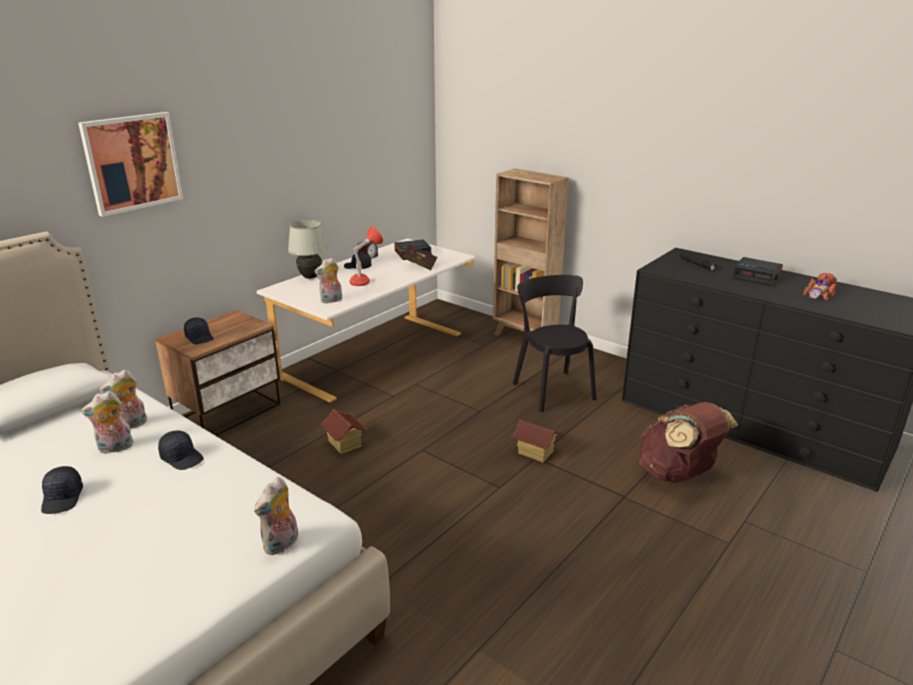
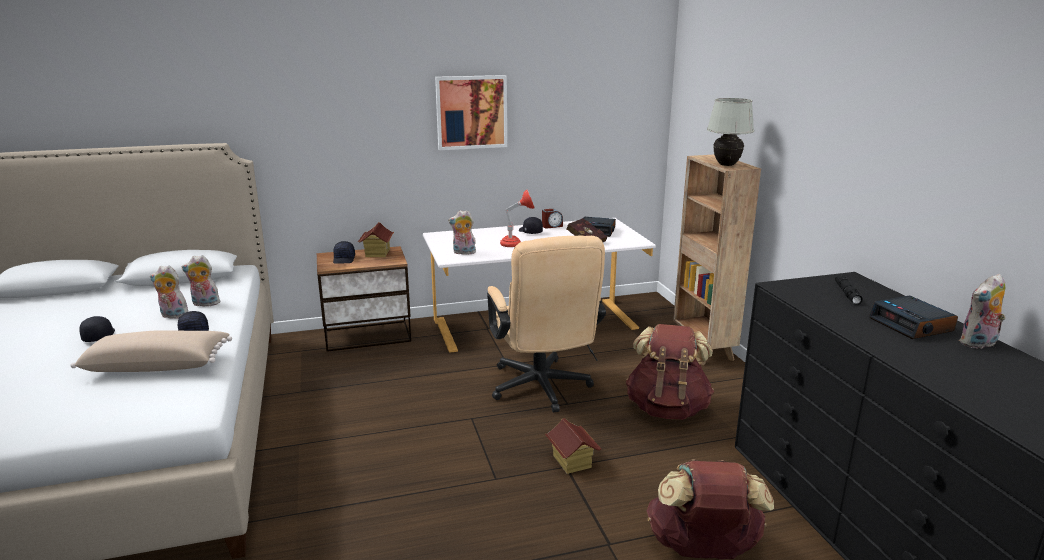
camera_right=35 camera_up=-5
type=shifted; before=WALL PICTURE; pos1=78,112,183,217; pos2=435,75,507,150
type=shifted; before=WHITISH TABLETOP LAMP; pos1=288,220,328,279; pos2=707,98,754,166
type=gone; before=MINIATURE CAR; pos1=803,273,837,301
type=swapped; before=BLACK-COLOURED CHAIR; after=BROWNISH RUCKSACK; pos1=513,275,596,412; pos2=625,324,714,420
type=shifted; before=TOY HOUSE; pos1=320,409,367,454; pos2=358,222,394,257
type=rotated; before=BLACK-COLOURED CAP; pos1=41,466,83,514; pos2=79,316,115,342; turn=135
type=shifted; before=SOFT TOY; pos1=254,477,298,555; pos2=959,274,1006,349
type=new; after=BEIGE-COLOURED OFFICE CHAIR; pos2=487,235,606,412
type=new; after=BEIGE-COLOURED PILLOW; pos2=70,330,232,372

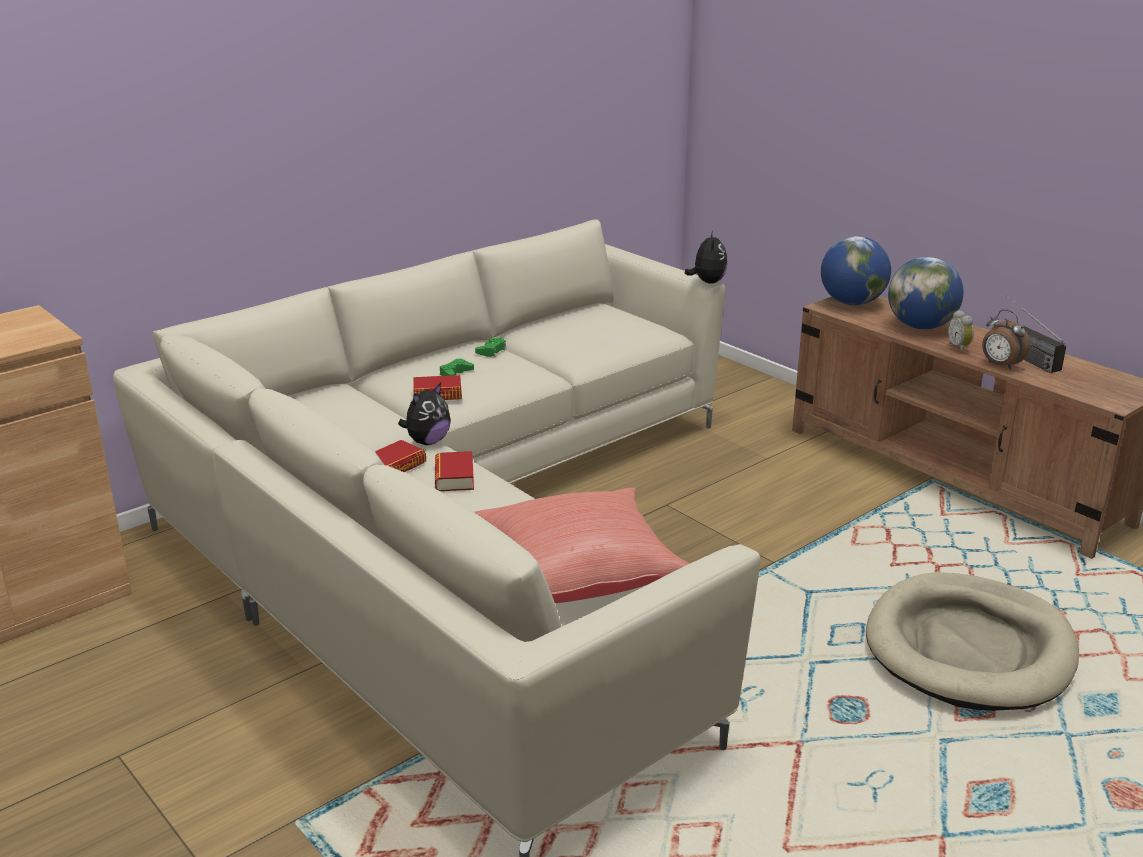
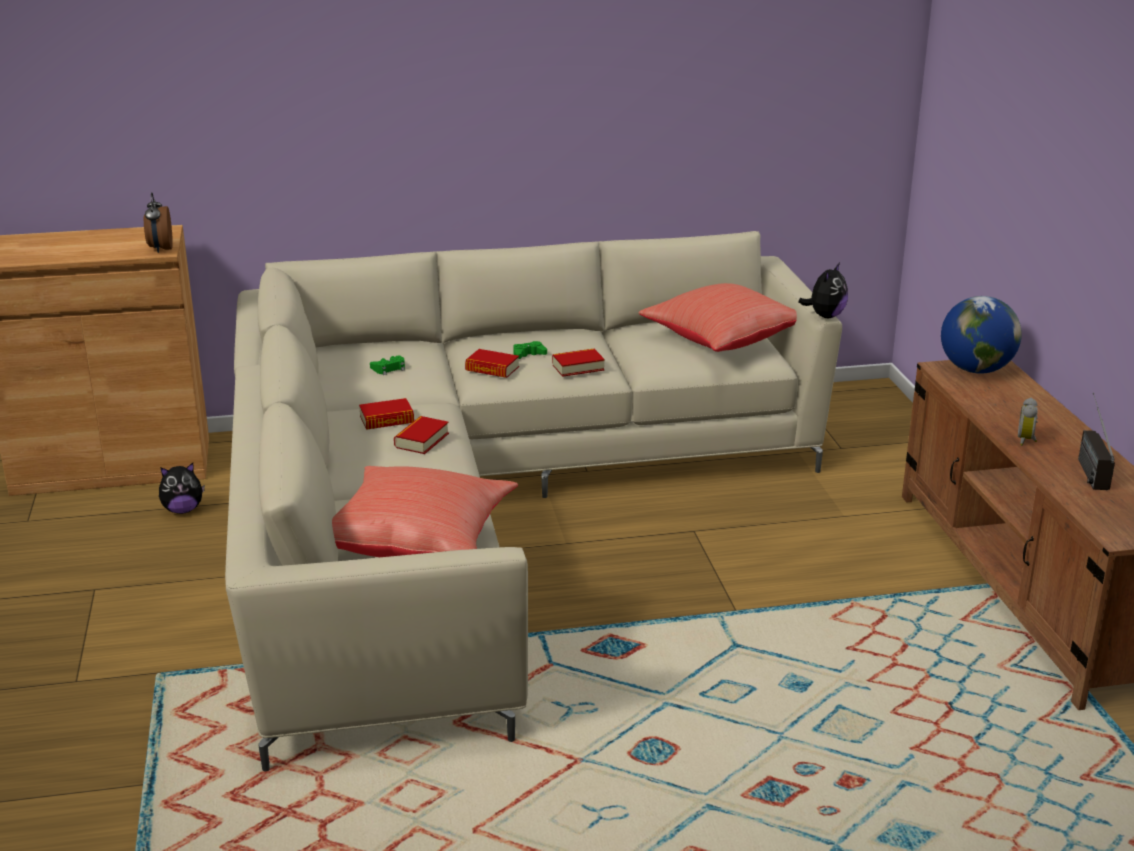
camera_right=30 camera_up=0
type=gone; before=DESK GLOBE; pos1=888,257,964,330
type=shifted; before=ALARM CLOCK; pos1=982,309,1030,369; pos2=144,192,173,253
type=shifted; before=GREEN JOYPAD; pos1=475,338,506,357; pos2=370,355,405,375
type=shifted; before=SOFT TOY; pos1=398,383,451,445; pos2=159,463,205,514
type=gone; before=BEIGE-COLOURED DOG BED; pos1=866,572,1079,711
type=new; after=REDDISH PILLOW; pos2=639,283,797,352
type=new; after=VOLUME; pos2=552,349,605,377

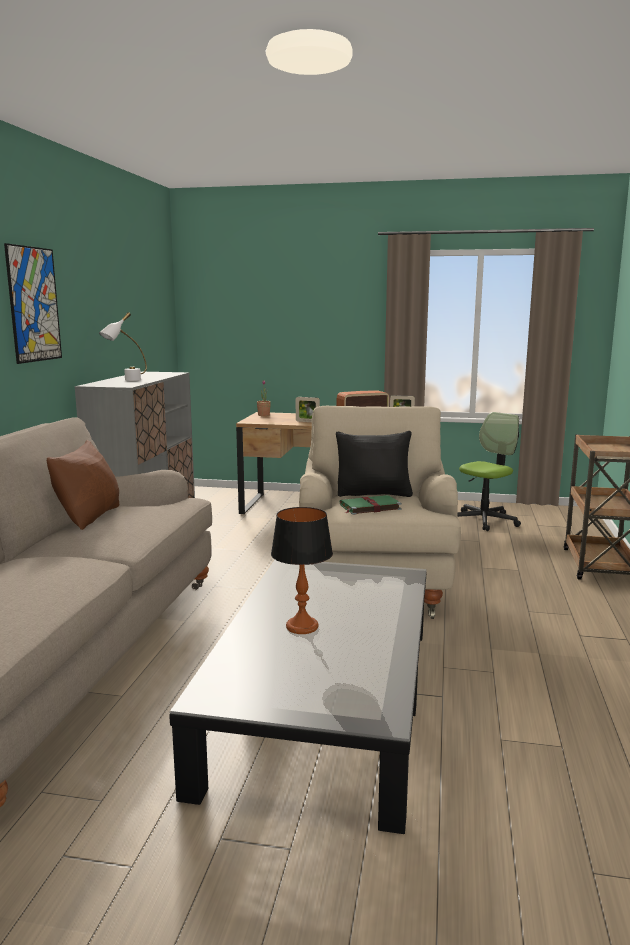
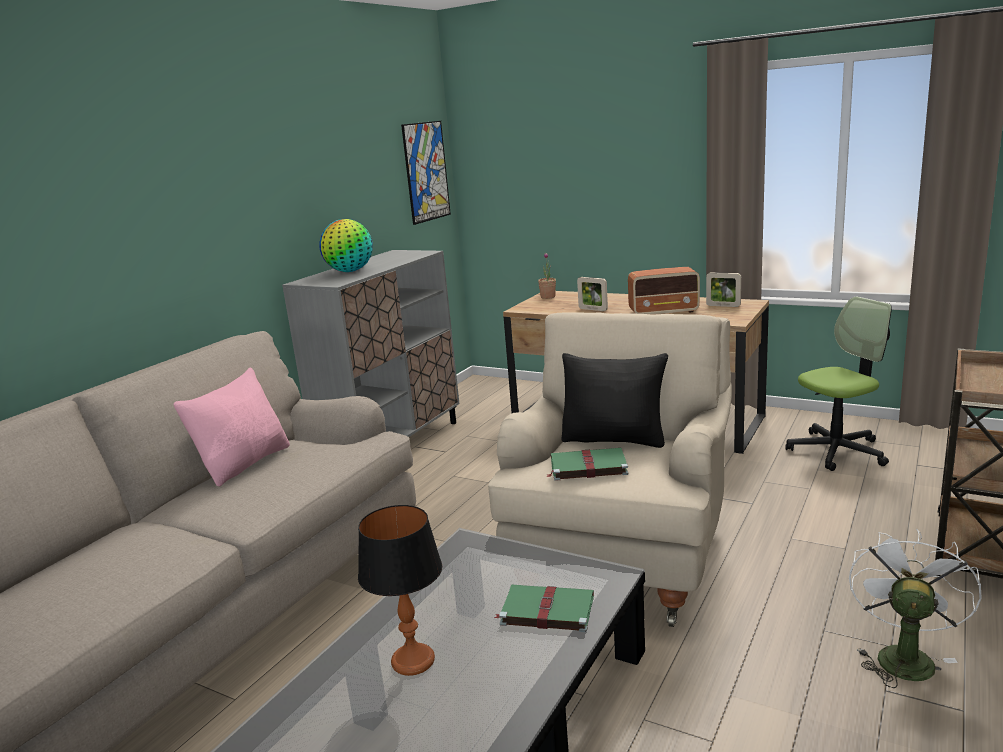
camera_right=20 camera_up=5
type=shifted; before=WALL PICTURE; pos1=4,243,62,364; pos2=401,121,451,225
type=swapped; before=WHITISH TABLETOP LAMP; after=DESK GLOBE; pos1=99,312,147,381; pos2=319,219,373,272
type=repainted; before=BROWNISH PILLOW; after=PINK PILLOW; pos1=47,440,119,530; pos2=174,368,290,487
type=new; after=WHITISH COOLING FAN; pos2=849,529,982,688
type=new; after=GREEN VOLUME; pos2=495,585,594,632

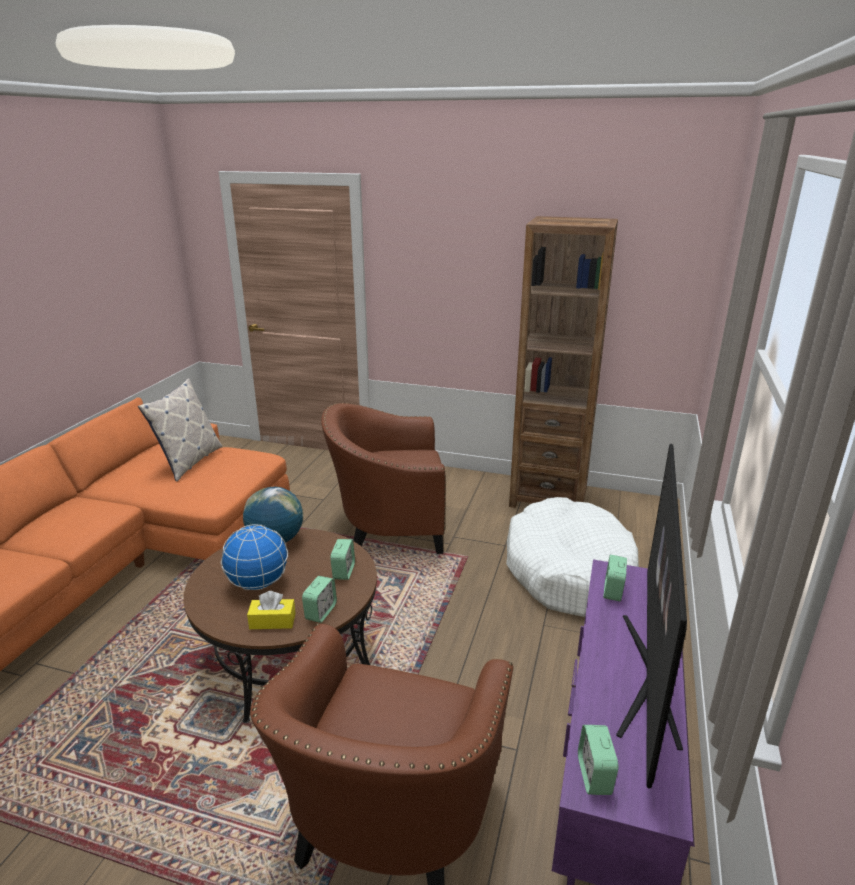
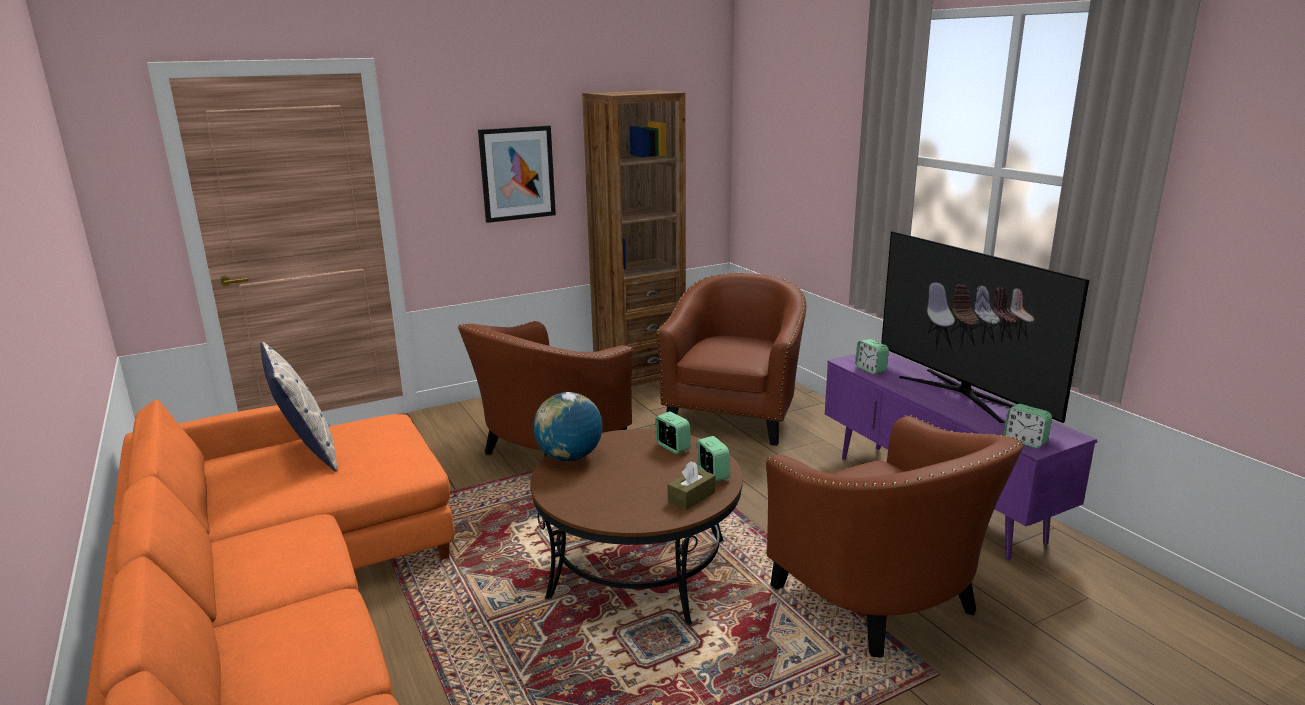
camera_right=-45 camera_up=-5
type=swapped; before=WHITISH DOG BED; after=BROWNISH LOUNGE CHAIR; pos1=506,497,639,617; pos2=656,272,806,446
type=gone; before=DESK GLOBE; pos1=221,524,288,590
type=repainted; before=YELLOWISH TISSUE BOX; after=BROWNISH TISSUE BOX; pos1=247,591,296,629; pos2=668,461,716,510
type=new; after=WALL PICTURE; pos2=478,125,556,223

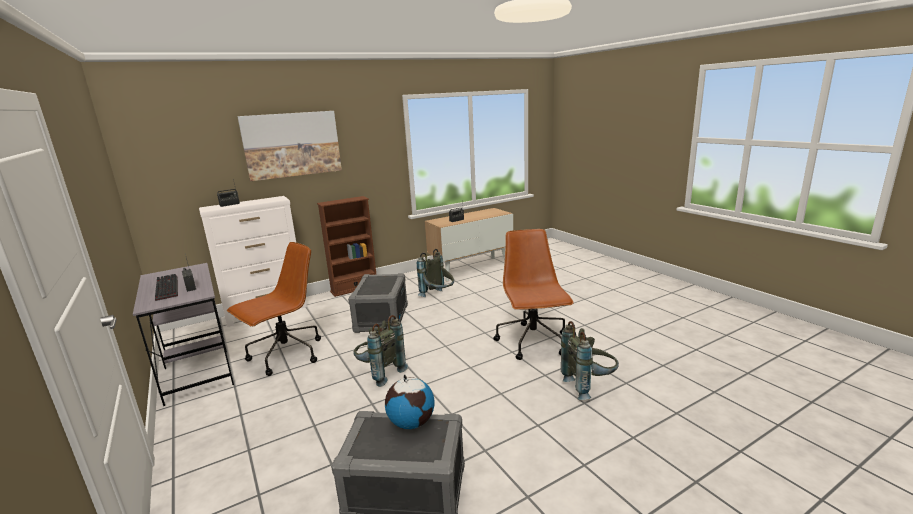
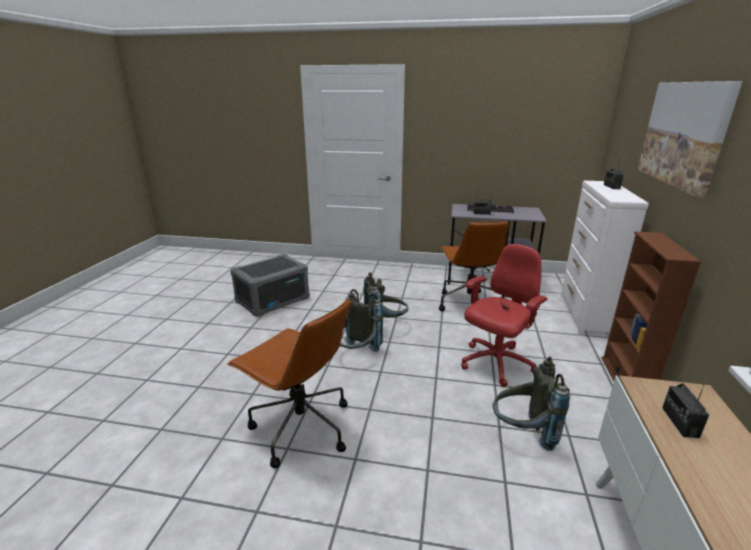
camera_right=130 camera_up=5
type=swapped; before=GREY STORAGE BOX; after=REDDISH OFFICE CHAIR; pos1=348,273,408,333; pos2=462,244,547,387
type=shifted; before=GREY RUCKSACK; pos1=561,321,619,400; pos2=340,289,383,352
type=gone; before=DESK GLOBE; pos1=385,374,435,429

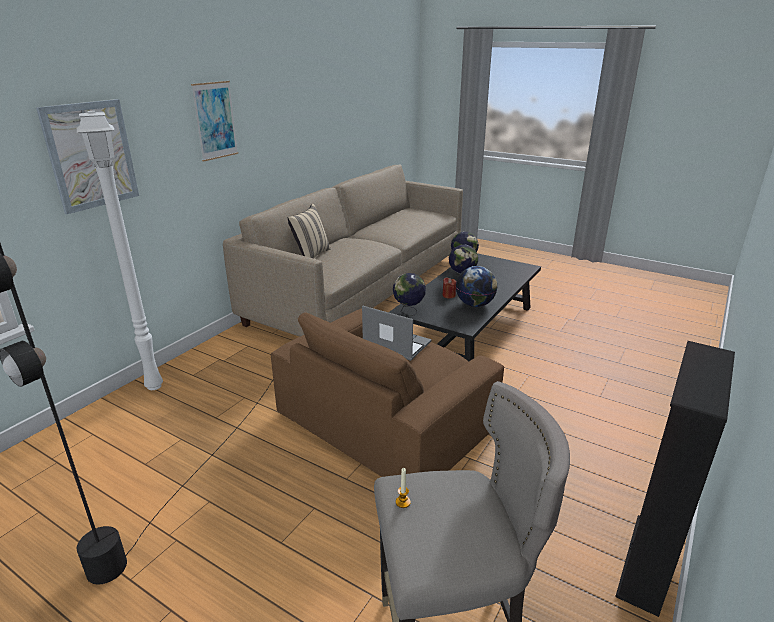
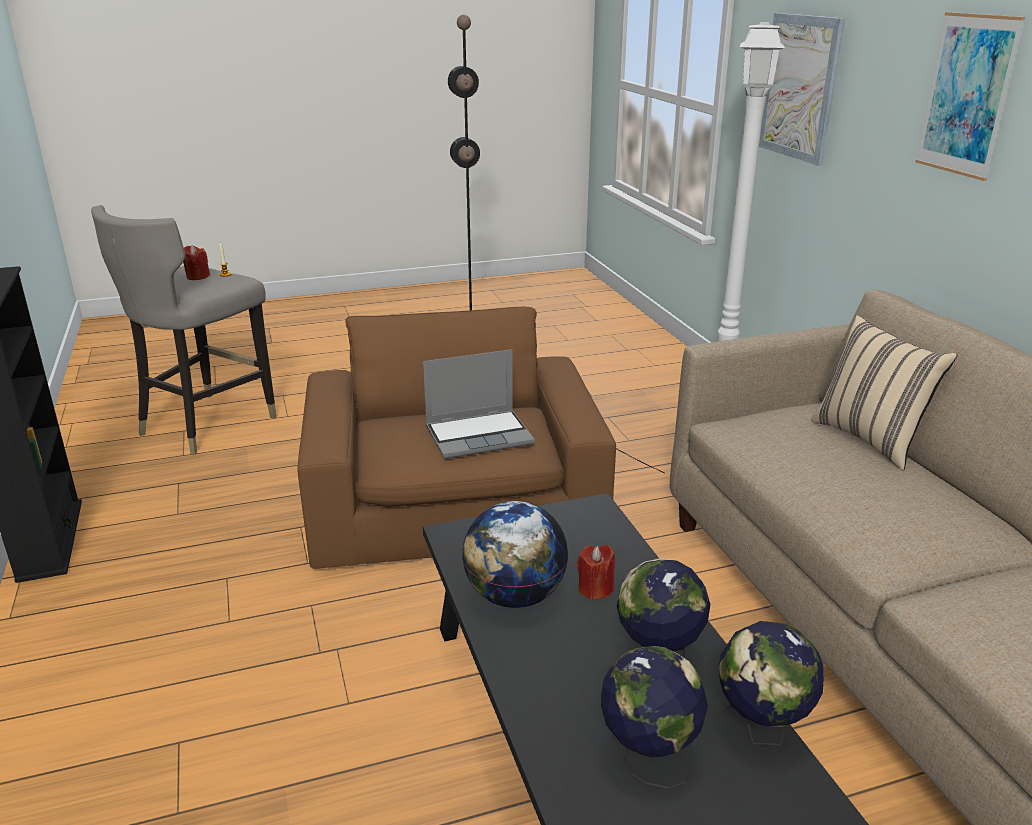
camera_right=130 camera_up=0
type=shifted; before=DESK GLOBE; pos1=393,273,426,316; pos2=601,646,708,789
type=new; after=REDDISH WAX CANDLE; pos2=183,245,210,280

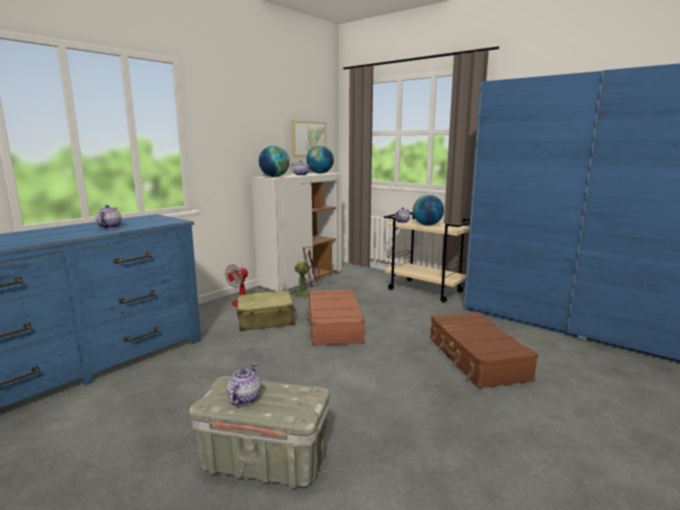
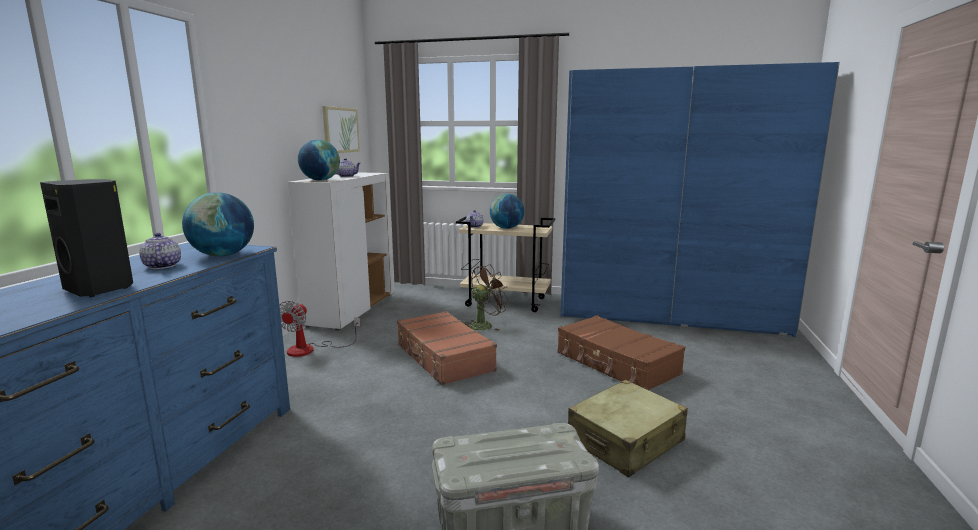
camera_right=-25 camera_up=0
type=shifted; before=DESK GLOBE; pos1=306,145,334,174; pos2=182,192,254,257
type=shifted; before=BROWNISH COOLING FAN; pos1=290,246,320,298; pos2=464,264,509,331
type=shifted; before=BEIGE-COLOURED PIECE OF LUGGAGE; pos1=237,290,297,331; pos2=568,380,688,477
type=gone; before=TEA POT; pos1=227,363,261,405
type=new; after=BLACK-COLOURED AUDIO SPEAKER; pos2=40,179,133,297

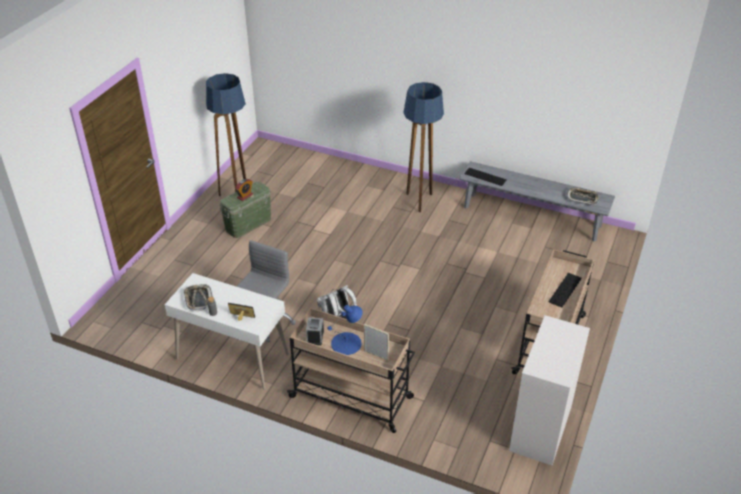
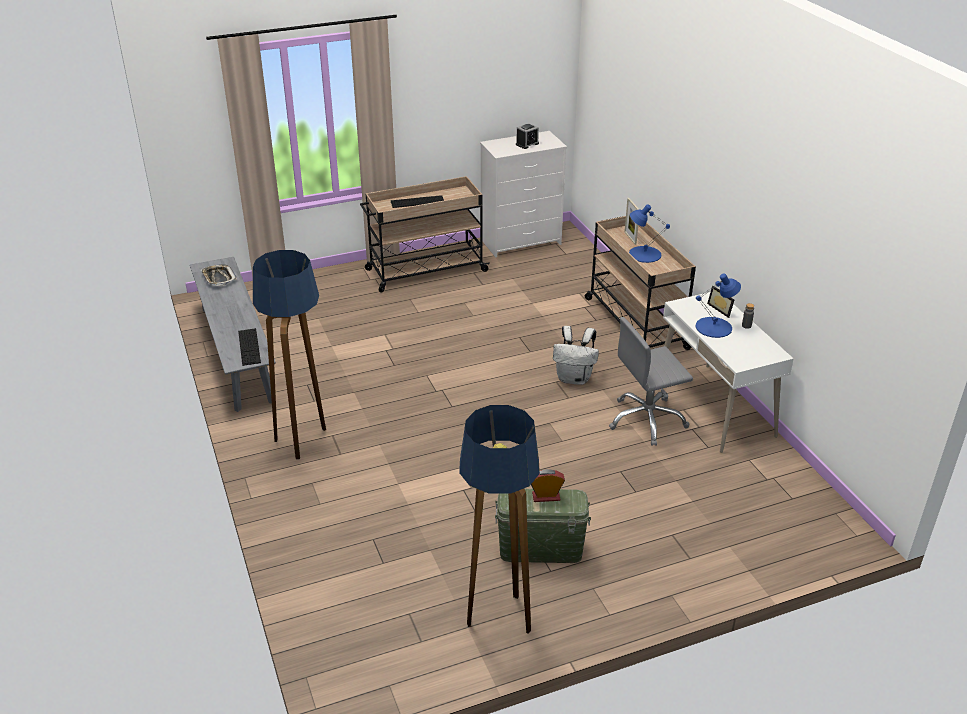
camera_right=-135 camera_up=-5
type=gone; before=SERVING TRAY; pos1=183,284,213,311
type=shifted; before=ALARM CLOCK; pos1=306,318,324,345; pos2=516,123,539,149
type=new; after=BLUE TABLETOP LAMP; pos2=696,273,741,338

